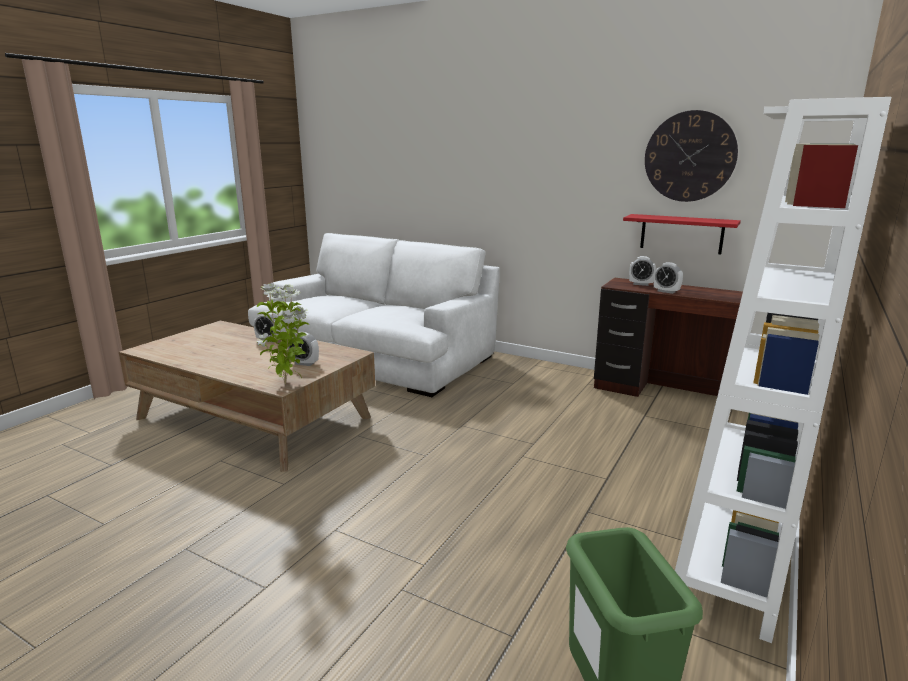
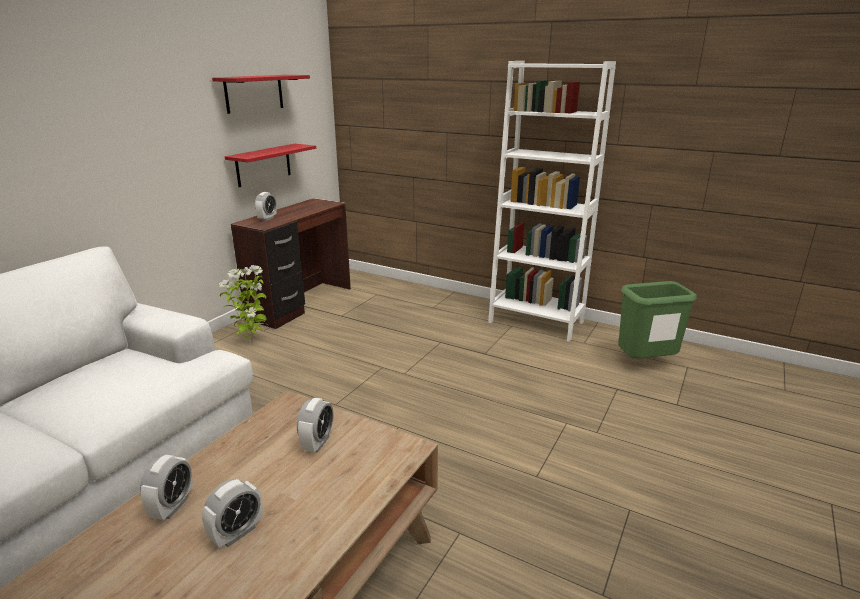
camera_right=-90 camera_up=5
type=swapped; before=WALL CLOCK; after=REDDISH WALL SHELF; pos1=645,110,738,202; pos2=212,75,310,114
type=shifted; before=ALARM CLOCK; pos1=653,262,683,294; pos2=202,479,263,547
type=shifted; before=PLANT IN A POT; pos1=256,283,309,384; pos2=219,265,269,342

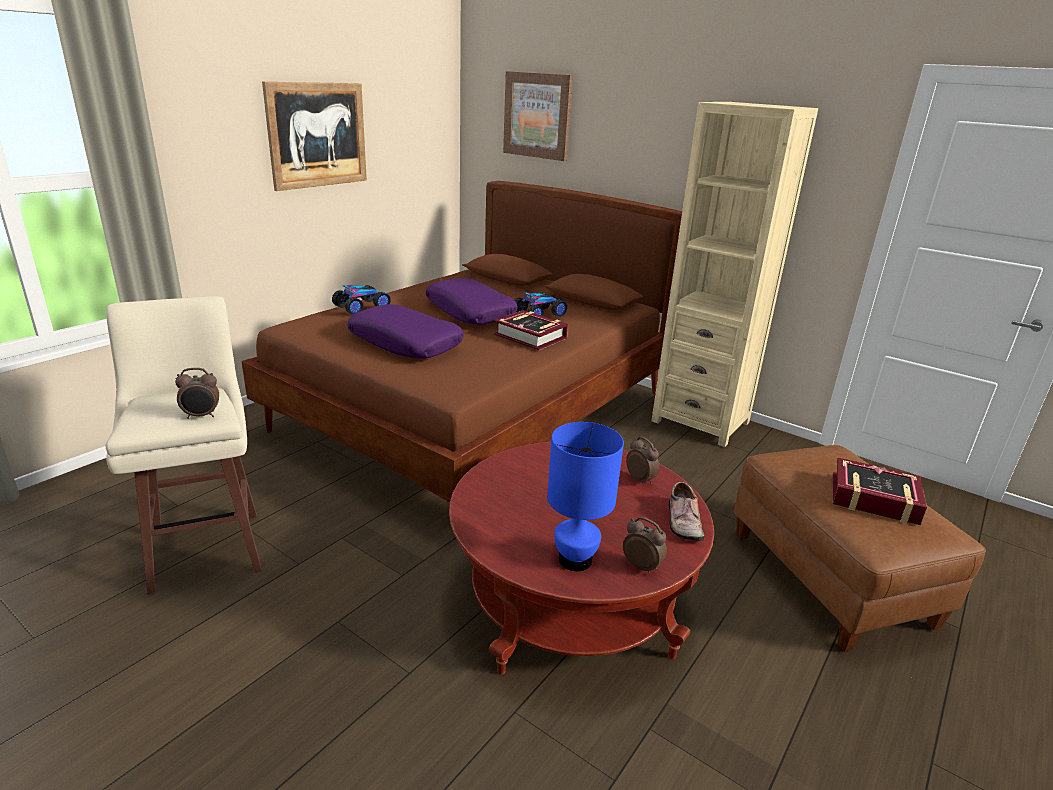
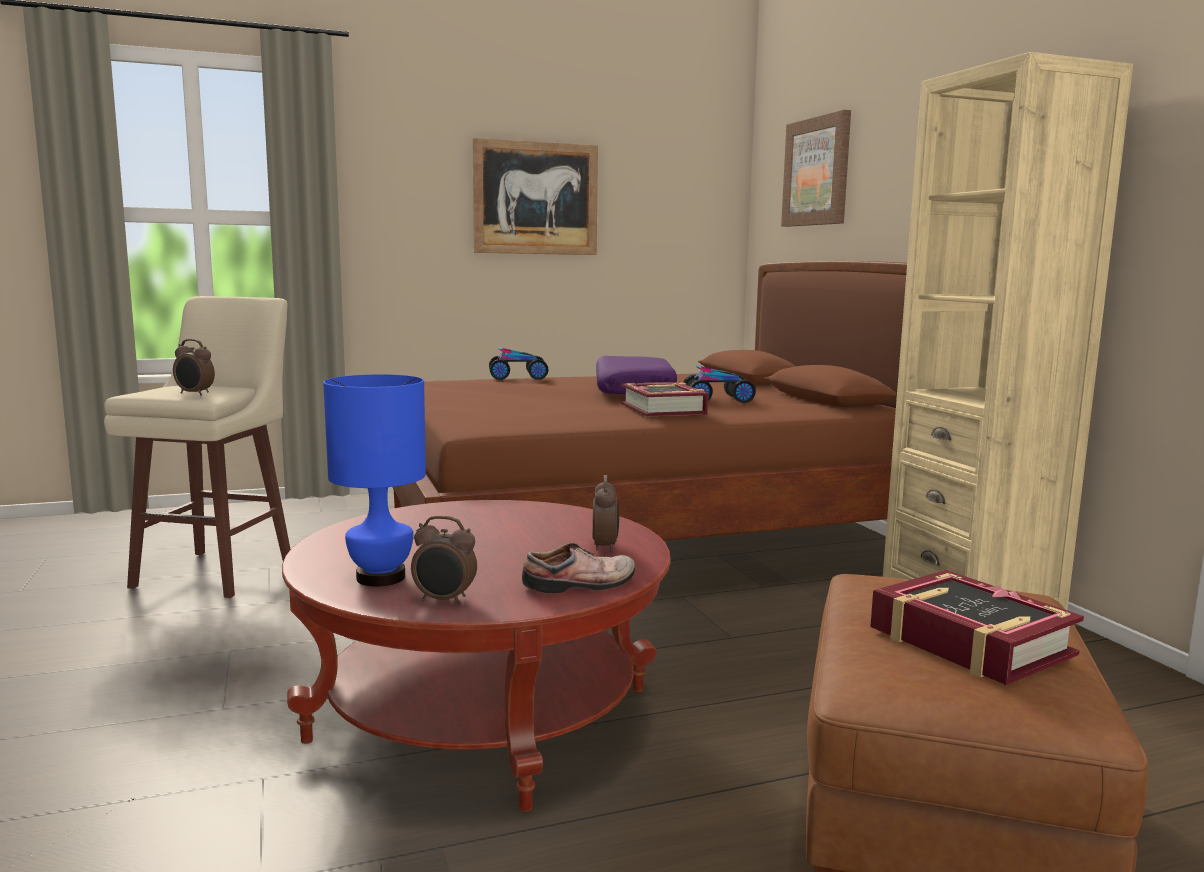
camera_right=35 camera_up=-15
type=gone; before=PURPLISH PILLOW; pos1=347,304,464,358
type=rotated; before=LOW SHOE; pos1=669,482,704,541; pos2=522,543,635,594; turn=-150
type=rotated; before=ALARM CLOCK; pos1=623,517,667,574; pos2=411,516,477,605; turn=120

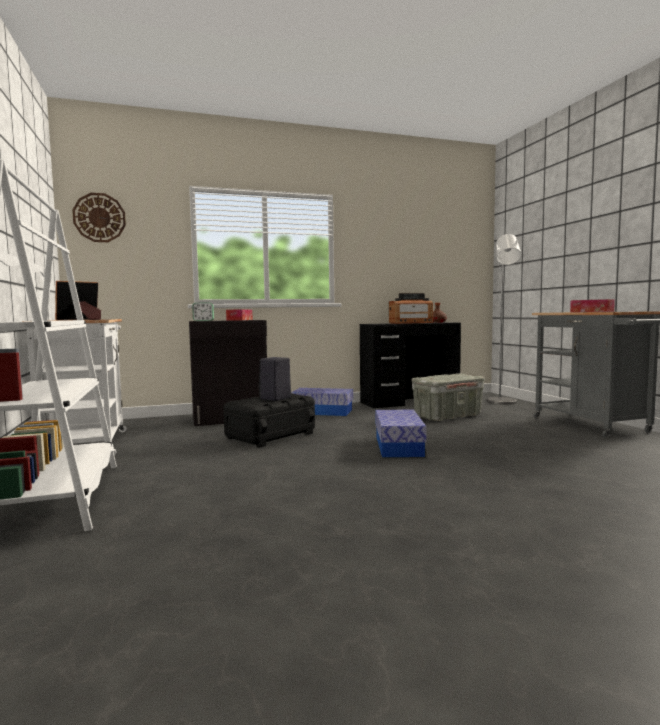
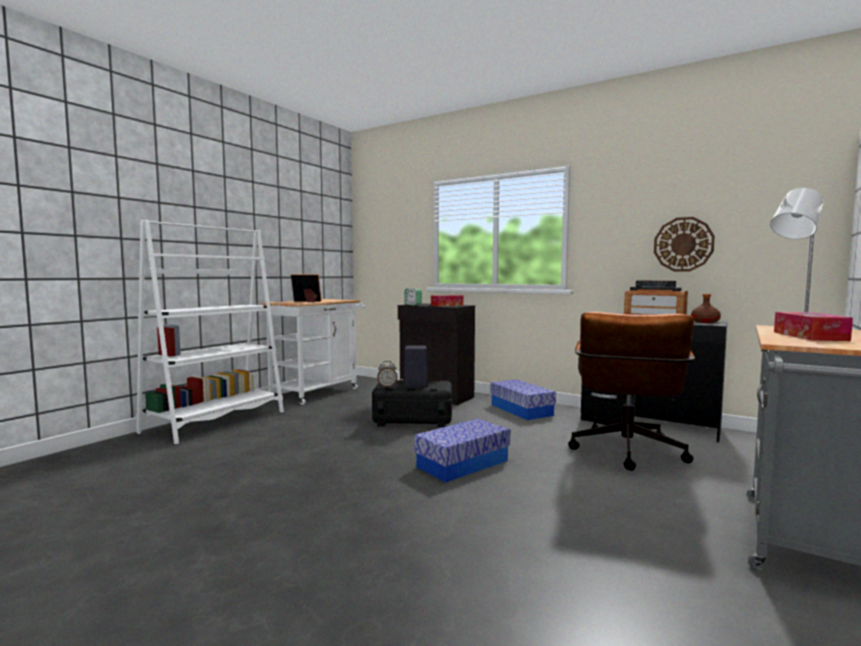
camera_right=50 camera_up=0
type=shifted; before=WALL CLOCK; pos1=72,193,126,242; pos2=654,217,715,272
type=swapped; before=GREY STORAGE BOX; after=BROWNISH OFFICE CHAIR; pos1=412,373,485,421; pos2=568,312,695,471
type=new; after=ALARM CLOCK; pos2=377,361,397,387

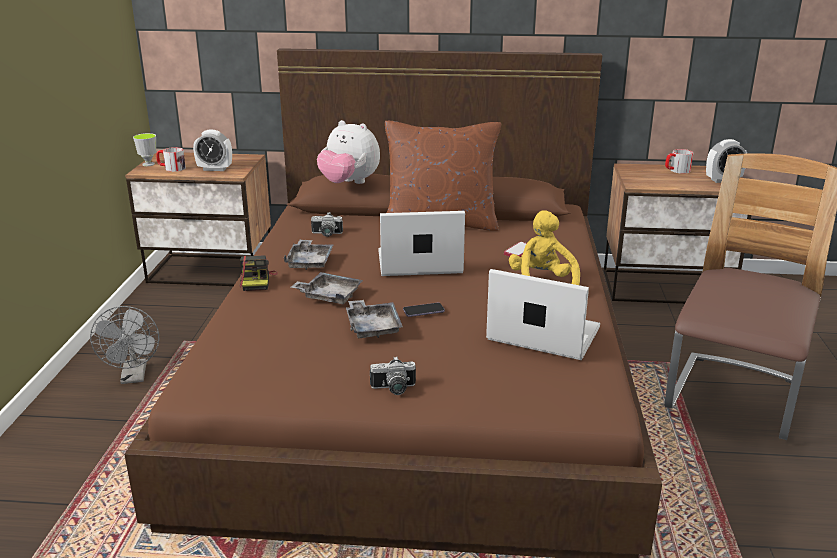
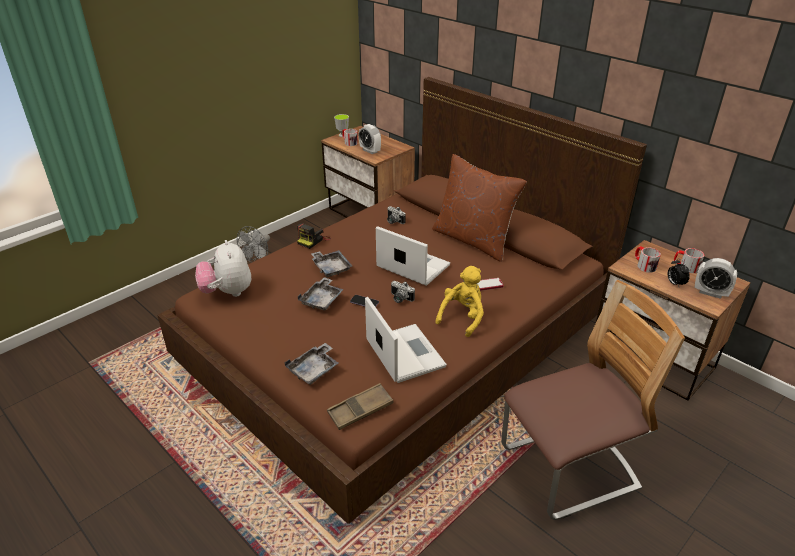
camera_right=40 camera_up=10
type=shifted; before=SOFT TOY; pos1=317,120,380,184; pos2=195,240,251,297
type=shifted; before=GREY SERVING TRAY; pos1=284,240,333,270; pos2=284,343,339,385
type=shifted; before=PHOTO CAMERA; pos1=370,357,416,395; pos2=391,281,415,303
type=new; after=TEA MUG; pos2=635,246,661,273
type=new; after=ALARM CLOCK; pos2=668,258,690,287
type=new; after=BROWNISH SERVING TRAY; pos2=327,383,393,430

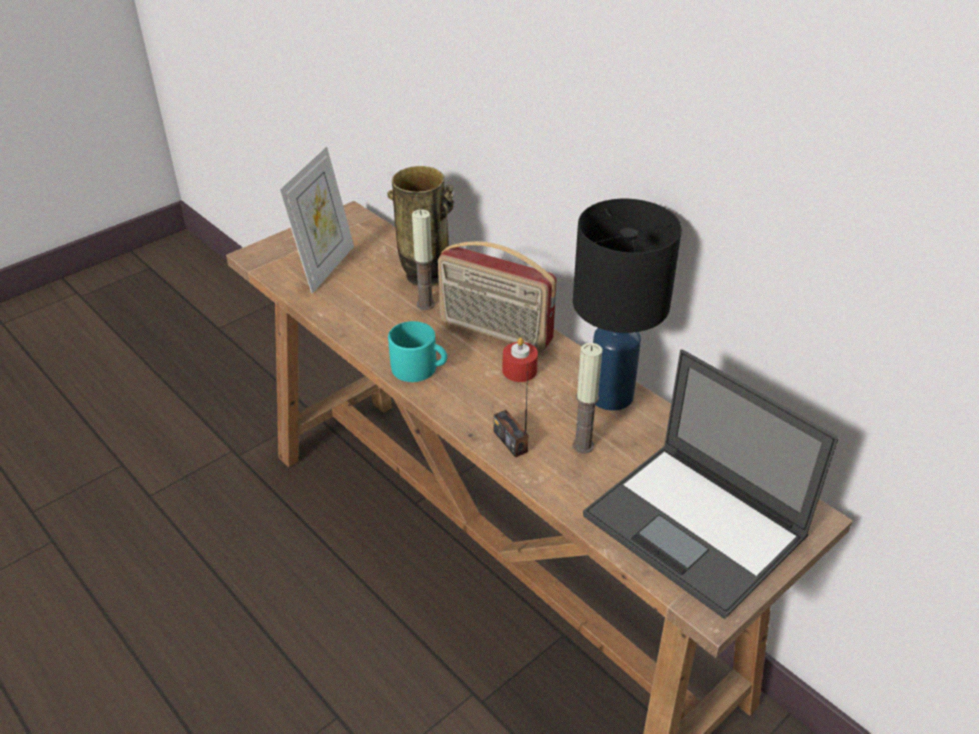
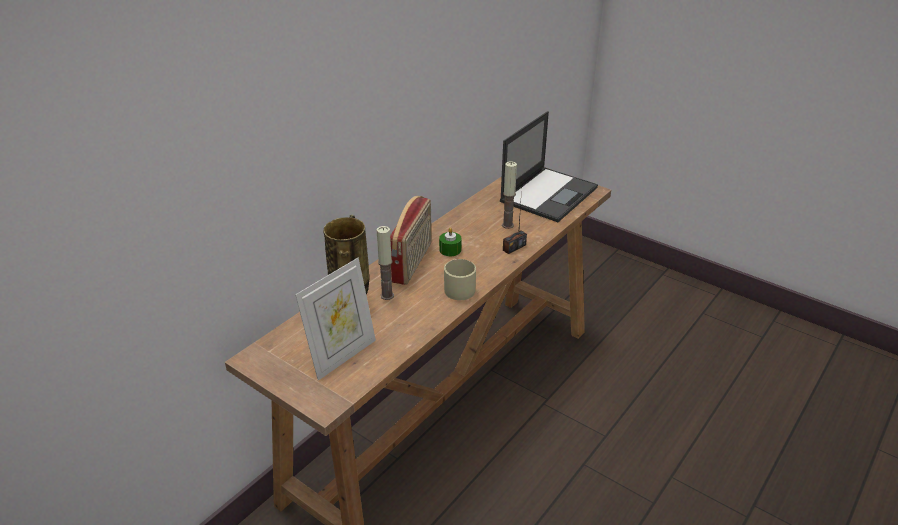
camera_right=-100 camera_up=-5
type=rotated; before=STANDING FRAME; pos1=279,146,354,294; pos2=295,258,376,381; turn=120
type=gone; before=BLACK-COLOURED TABLETOP LAMP; pos1=573,199,682,411
type=repainted; before=TURQUOISE-COLOURED TEA MUG; after=BEIGE-COLOURED TEA MUG; pos1=388,321,447,382; pos2=444,259,476,300
type=repainted; before=REDDISH WAX CANDLE; after=GREEN WAX CANDLE; pos1=502,337,538,382; pos2=439,228,462,257

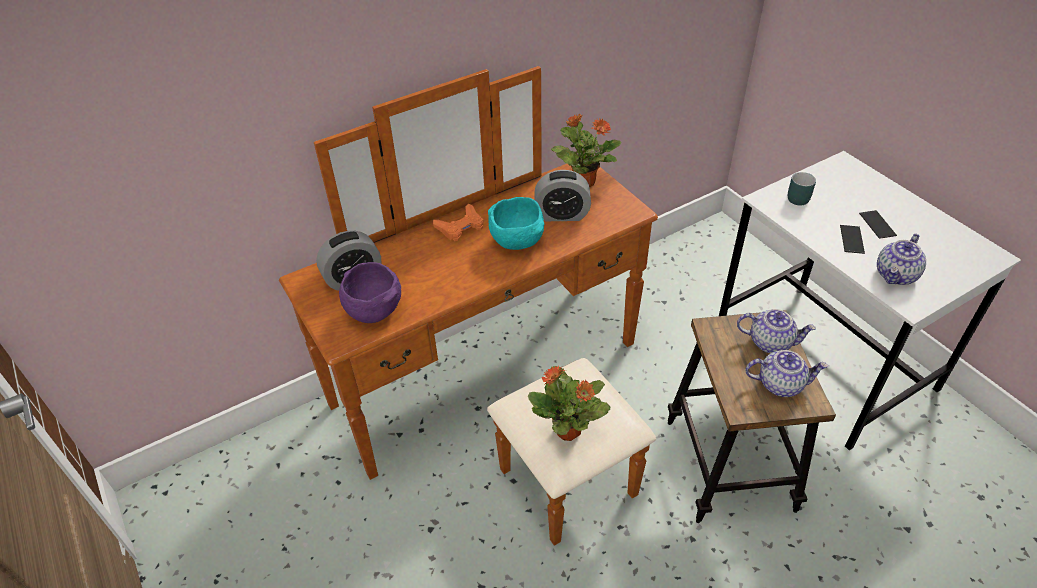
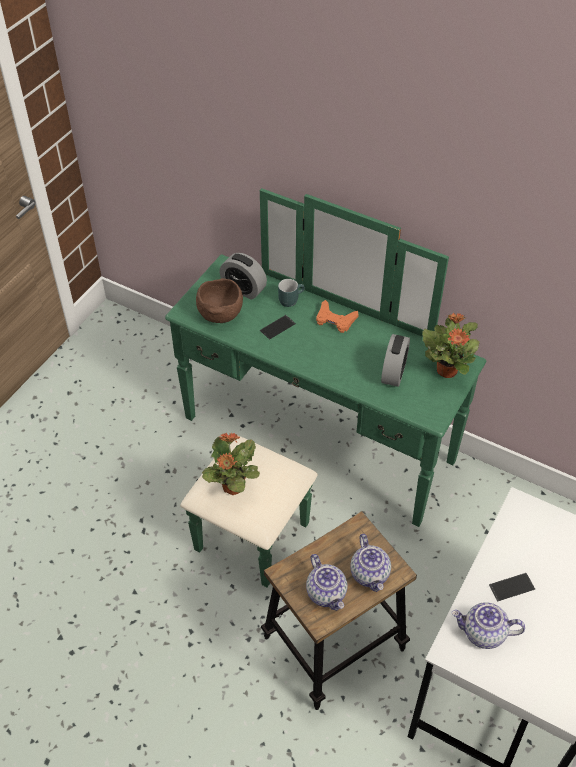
camera_right=60 camera_up=5
type=repainted; before=BROWNISH DRAWER CHEST; after=GREEN DRAWER CHEST; pos1=279,66,658,546; pos2=165,188,487,587
type=rotated; before=ALARM CLOCK; pos1=534,170,591,221; pos2=381,334,410,387; turn=-135
type=shifted; before=TURQUOISE-COLOURED TEA MUG; pos1=788,172,816,206; pos2=278,279,305,307
type=gone; before=TURQUOISE-COLOURED BOWL; pos1=488,197,544,250
type=shifted; before=HANDSET; pos1=859,210,897,239; pos2=260,315,296,340
type=repainted; before=PURPLISH BOWL; after=BROWNISH BOWL; pos1=339,262,401,323; pos2=196,278,243,323

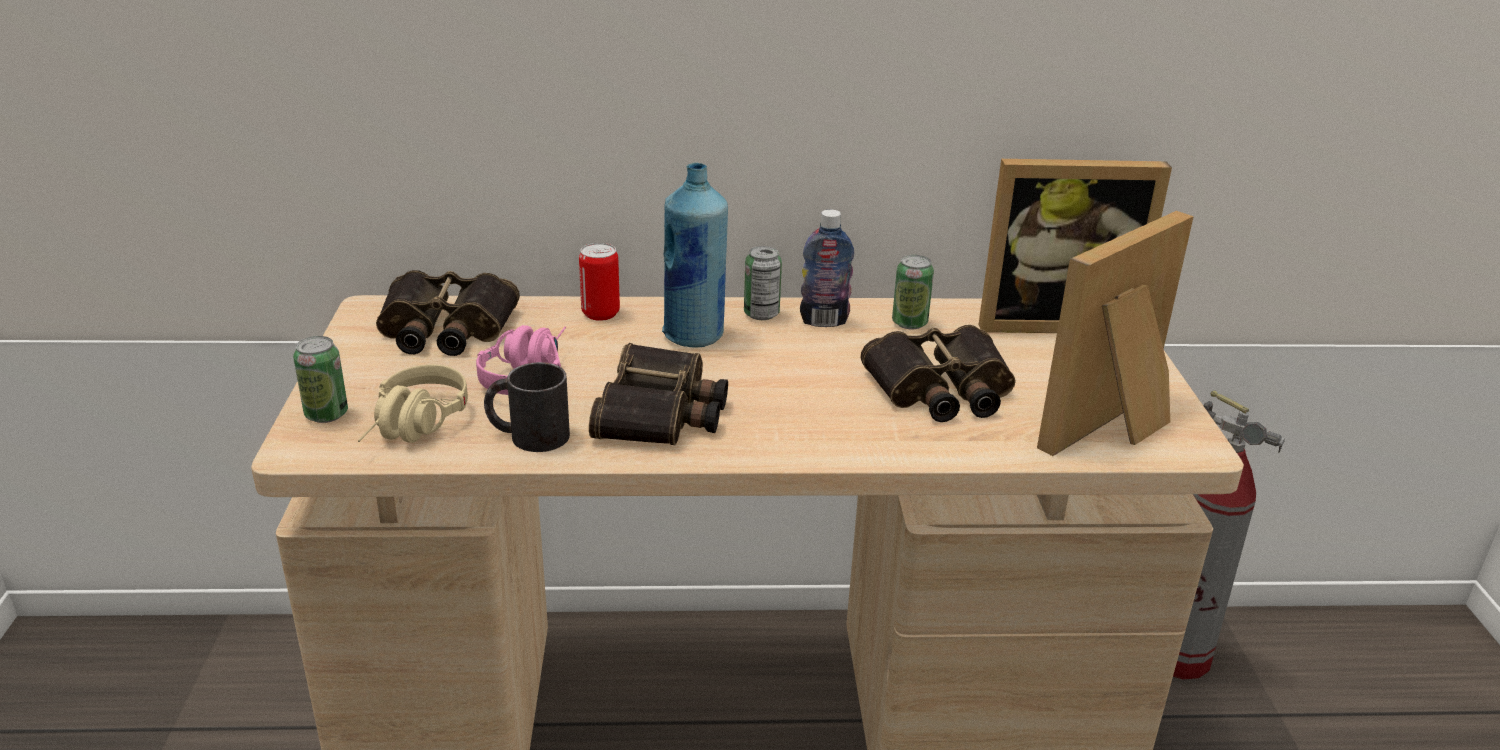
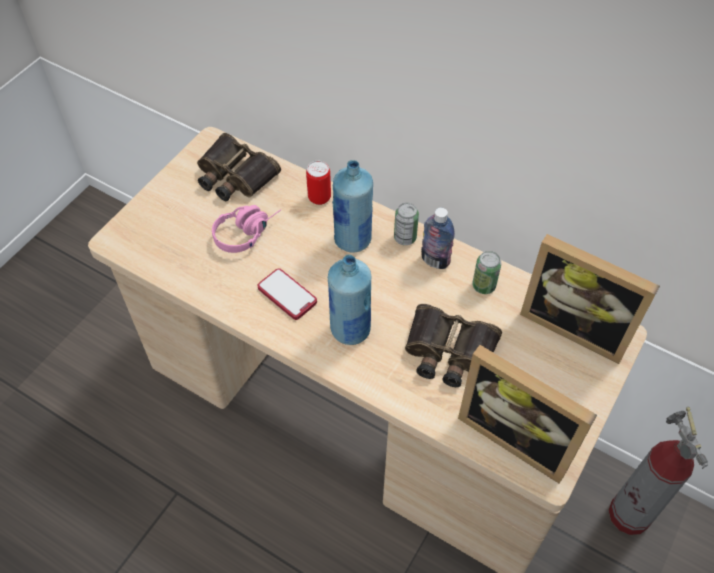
camera_right=35 camera_up=25
type=rotated; before=STANDING FRAME; pos1=1037,211,1194,456; pos2=458,345,597,484; turn=-135
type=gone; before=CAN; pos1=293,336,348,423
type=swapped; before=PAIR OF BINOCULARS; after=HANDSET; pos1=589,343,728,445; pos2=258,268,317,320
type=gone; before=BLACK-COLOURED TEA MUG; pos1=484,362,570,452
type=gone; before=BEIGE-COLOURED PAIR OF HEADPHONES; pos1=358,364,468,443
type=new; after=BLUE BEVERAGE BOTTLE; pos2=328,254,371,345

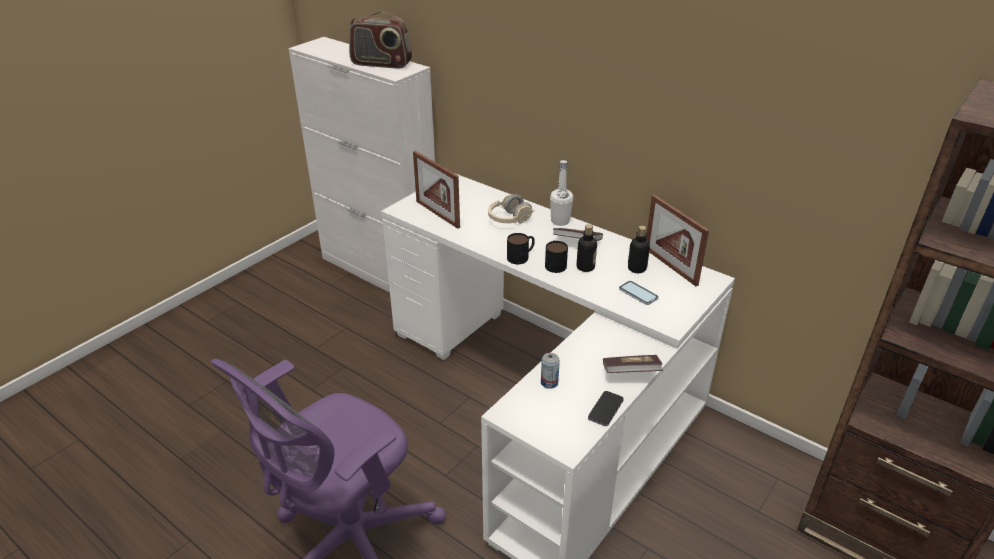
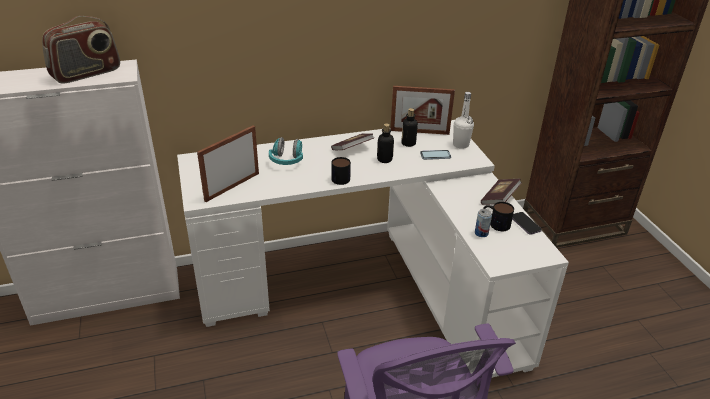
camera_right=-55 camera_up=0
type=rotated; before=STANDING FRAME; pos1=413,151,460,229; pos2=197,125,259,202; turn=135
type=shifted; before=WHITISH BEVERAGE BOTTLE; pos1=550,160,573,226; pos2=453,92,474,149
type=repainted; before=BEIGE-COLOURED PAIR OF HEADPHONES; after=TURQUOISE-COLOURED PAIR OF HEADPHONES; pos1=488,194,535,224; pos2=269,137,303,165
type=shifted; before=TEA MUG; pos1=545,240,568,273; pos2=483,202,514,231

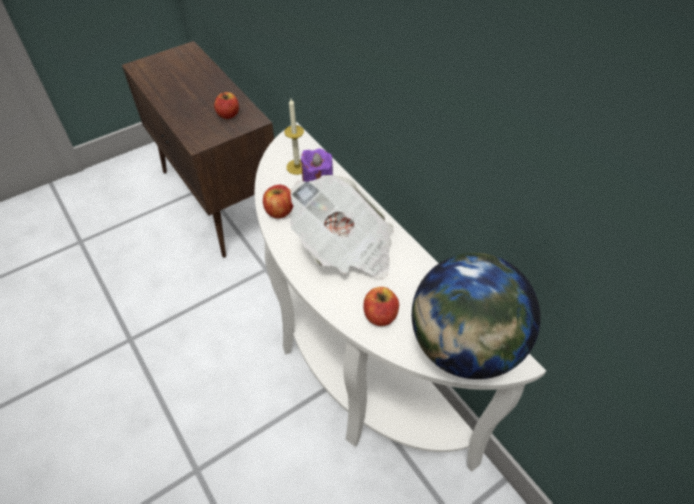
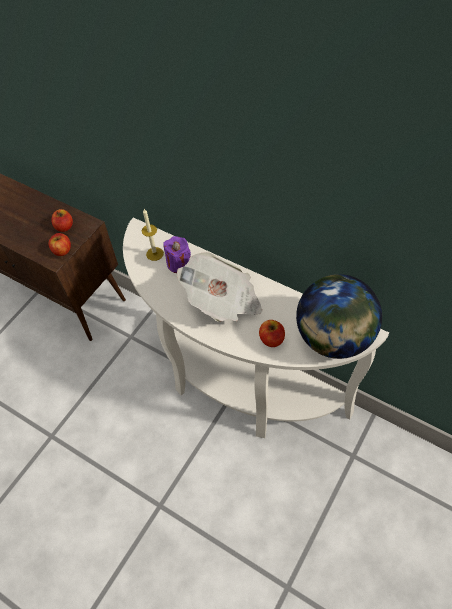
camera_right=-20 camera_up=5
type=shifted; before=WHOLE APPLE; pos1=263,185,293,218; pos2=49,233,71,256

